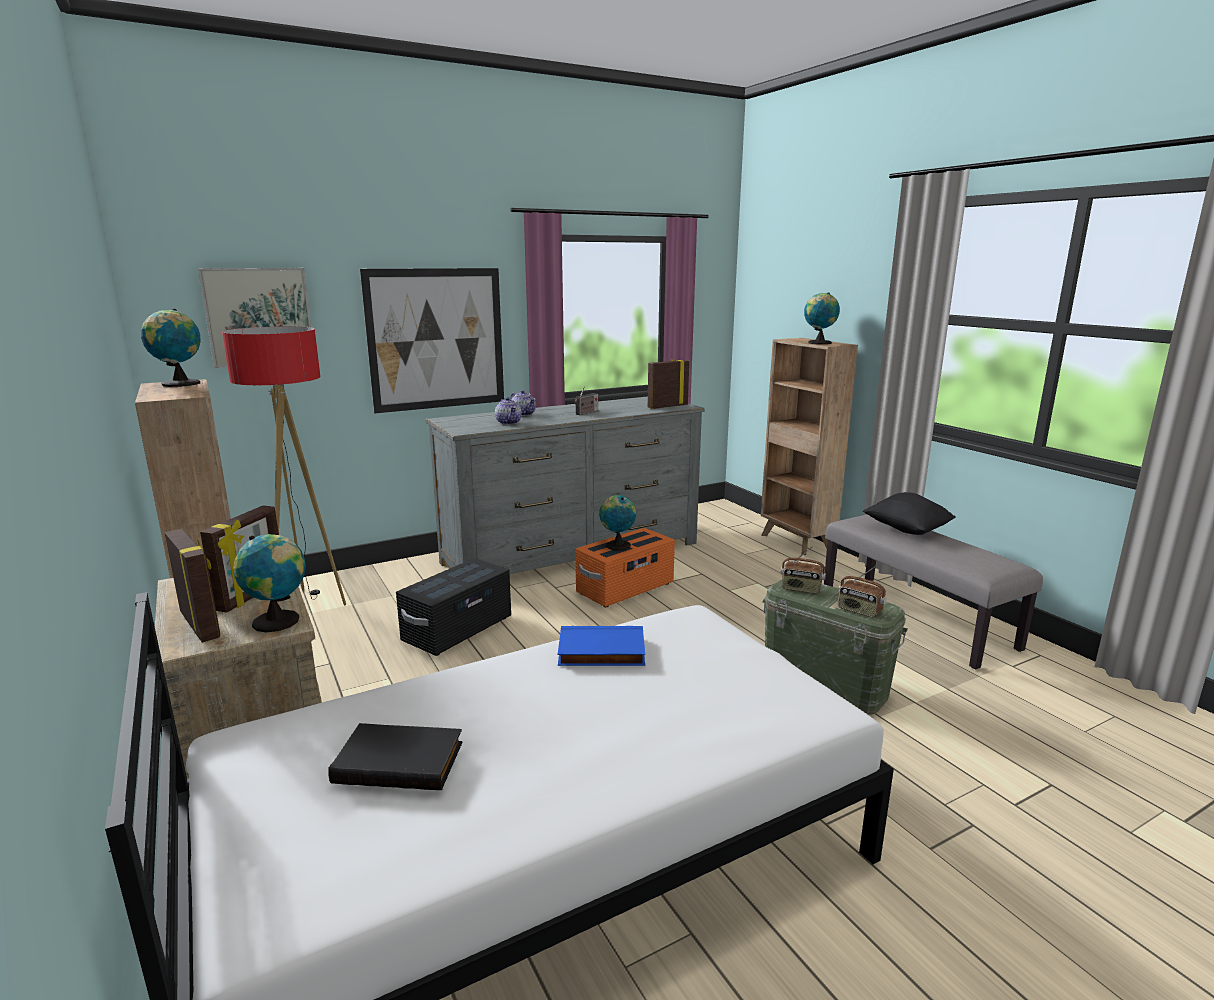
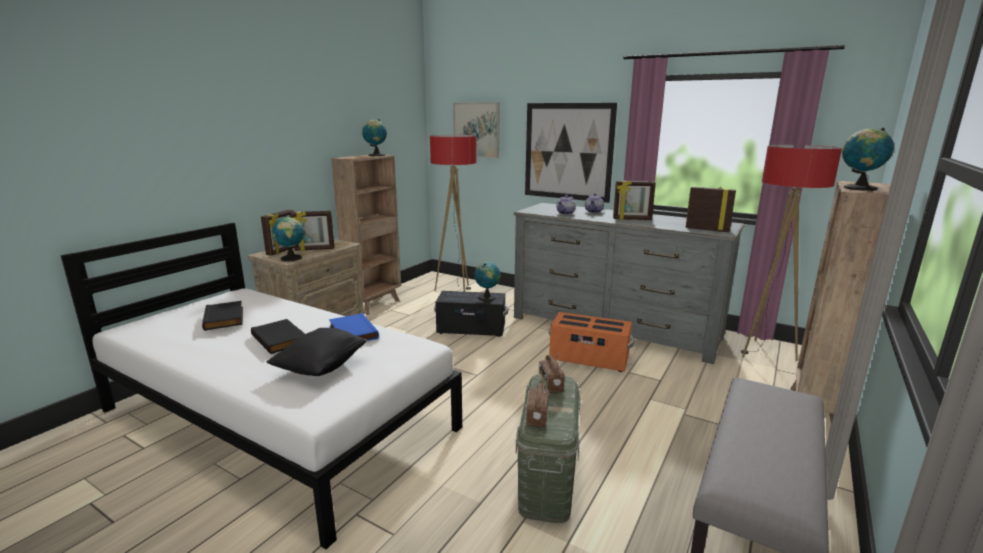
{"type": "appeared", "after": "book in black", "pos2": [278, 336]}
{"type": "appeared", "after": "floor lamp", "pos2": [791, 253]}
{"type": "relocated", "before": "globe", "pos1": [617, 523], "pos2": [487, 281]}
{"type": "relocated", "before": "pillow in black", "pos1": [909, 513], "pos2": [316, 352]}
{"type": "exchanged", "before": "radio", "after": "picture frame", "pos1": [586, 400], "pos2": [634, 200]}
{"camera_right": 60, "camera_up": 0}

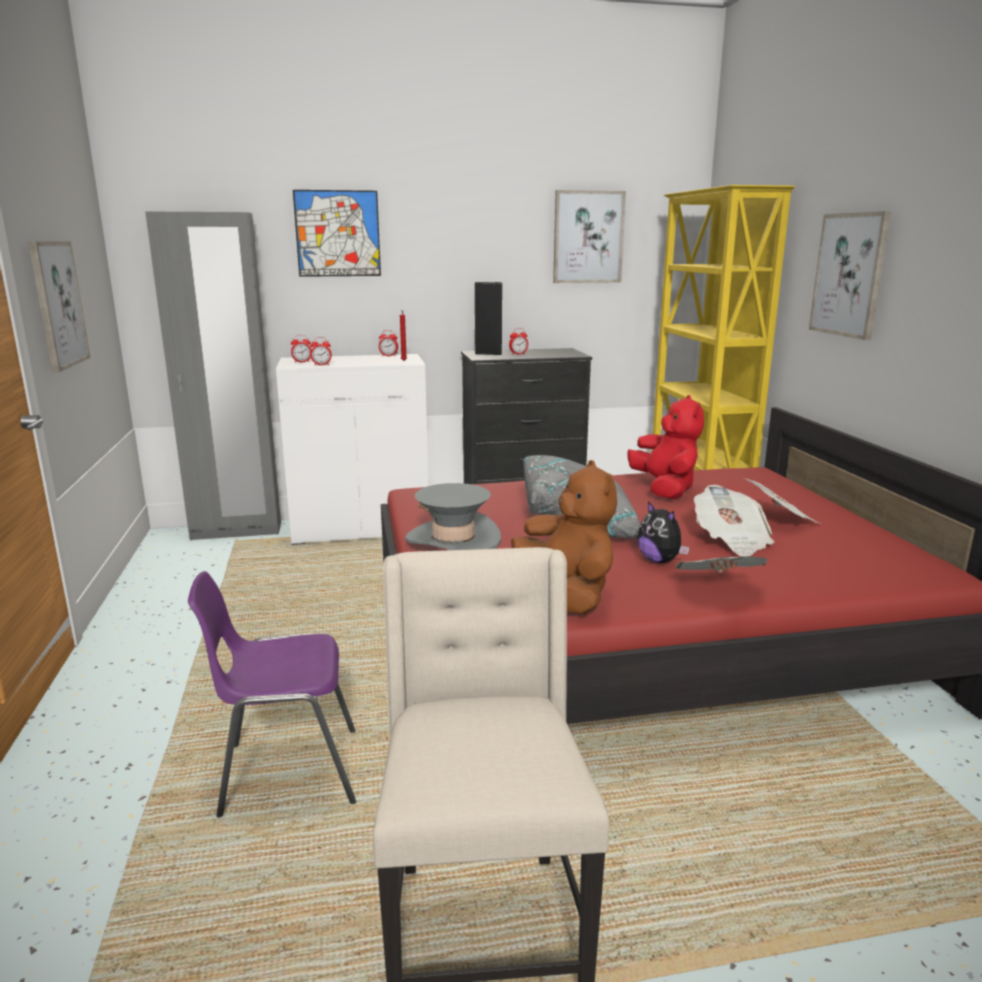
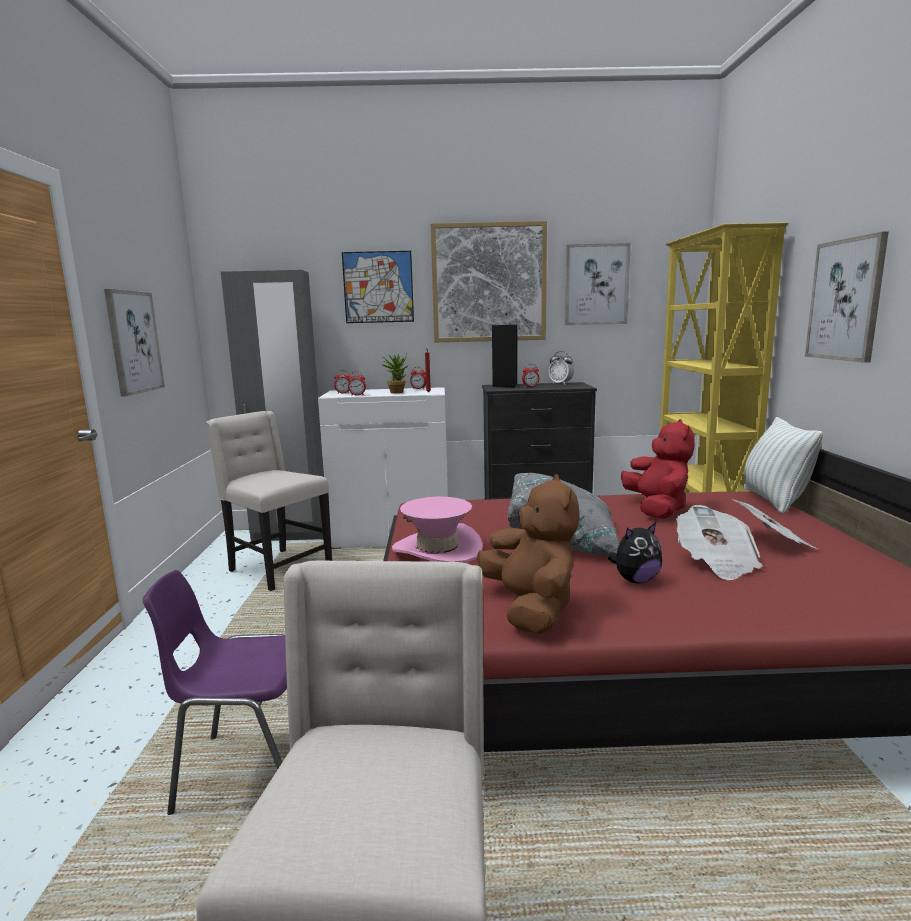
{"type": "missing", "before": "newspaper", "pos1": [721, 564]}
{"type": "appeared", "after": "chair in beige", "pos2": [269, 501]}
{"type": "appeared", "after": "potted plant", "pos2": [395, 373]}
{"type": "appeared", "after": "picture", "pos2": [489, 281]}
{"type": "appeared", "after": "alarm clock", "pos2": [561, 368]}
{"type": "appeared", "after": "pillow", "pos2": [783, 465]}
{"type": "colour", "before": "hat in grey", "after": "hat in pink", "pos1": [453, 516], "pos2": [437, 530]}
{"type": "spun", "before": "plush toy", "pos1": [663, 532], "pos2": [635, 552], "turn": -90}
{"camera_right": 10, "camera_up": -5}

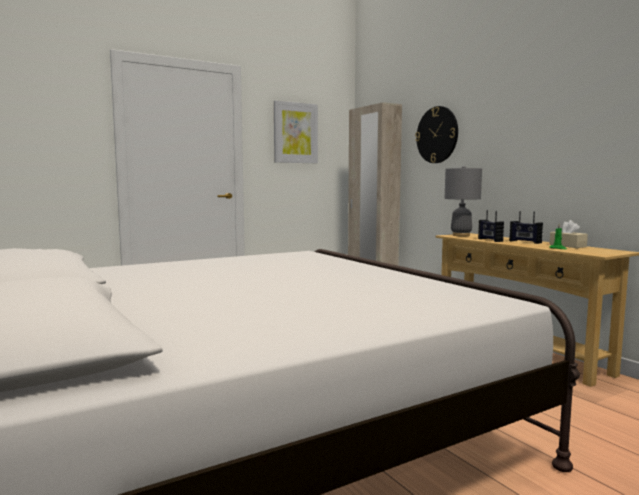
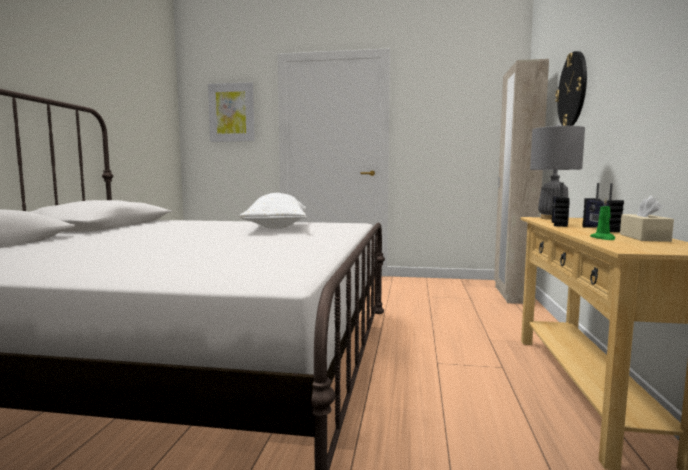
{"type": "appeared", "after": "pillow in white", "pos2": [272, 211]}
{"type": "relocated", "before": "picture", "pos1": [296, 132], "pos2": [231, 112]}
{"camera_right": 40, "camera_up": 0}

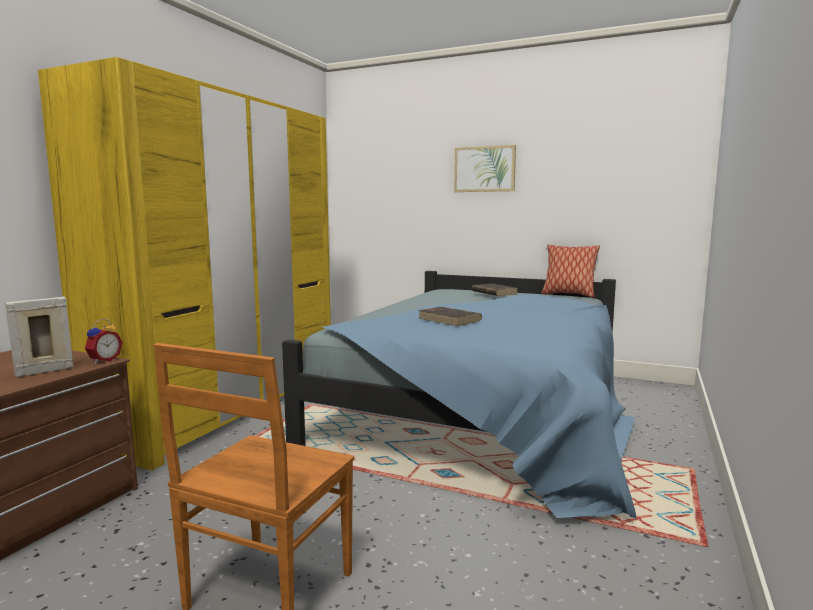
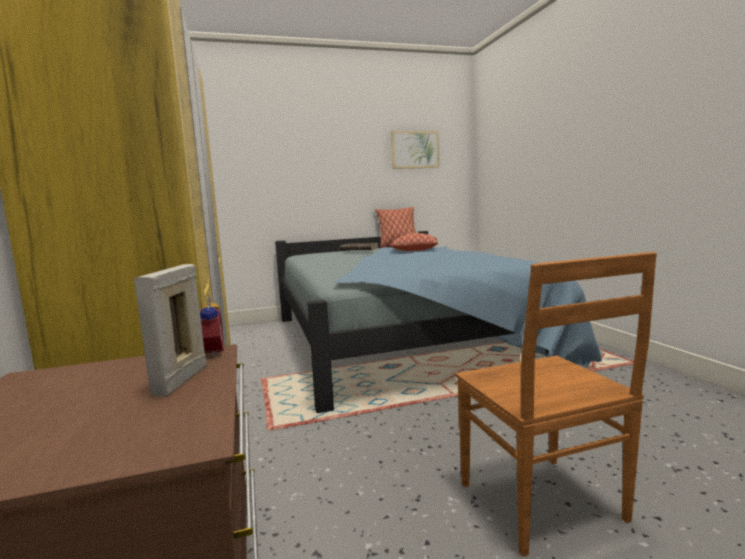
{"type": "missing", "before": "book in brown", "pos1": [450, 316]}
{"type": "appeared", "after": "pillow", "pos2": [414, 242]}
{"type": "relocated", "before": "picture", "pos1": [485, 168], "pos2": [415, 150]}
{"camera_right": -40, "camera_up": 0}

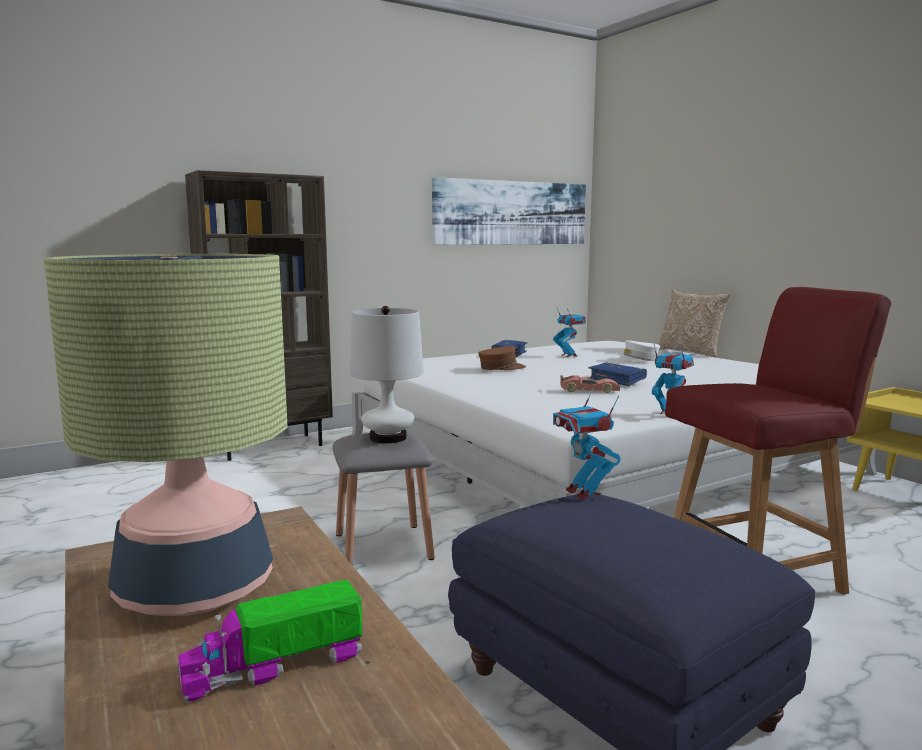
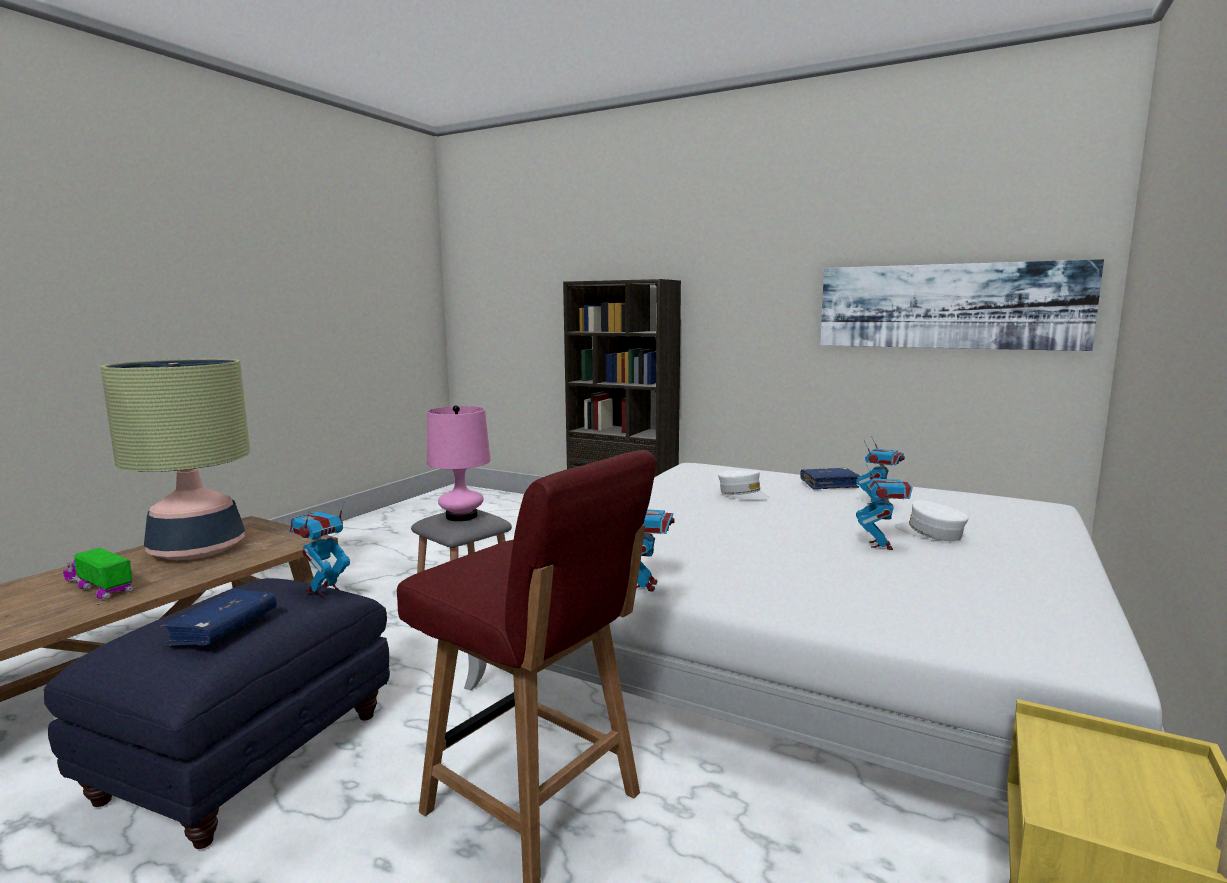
{"type": "missing", "before": "toy car", "pos1": [590, 384]}
{"type": "missing", "before": "pillow", "pos1": [694, 323]}
{"type": "appeared", "after": "toy robot", "pos2": [884, 507]}
{"type": "relocated", "before": "book in blue", "pos1": [618, 374], "pos2": [218, 617]}
{"type": "colour", "before": "table lamp in white", "after": "table lamp in pink", "pos1": [387, 374], "pos2": [458, 463]}
{"type": "colour", "before": "cap in brown", "after": "cap in white", "pos1": [502, 358], "pos2": [744, 485]}
{"camera_right": 60, "camera_up": 0}

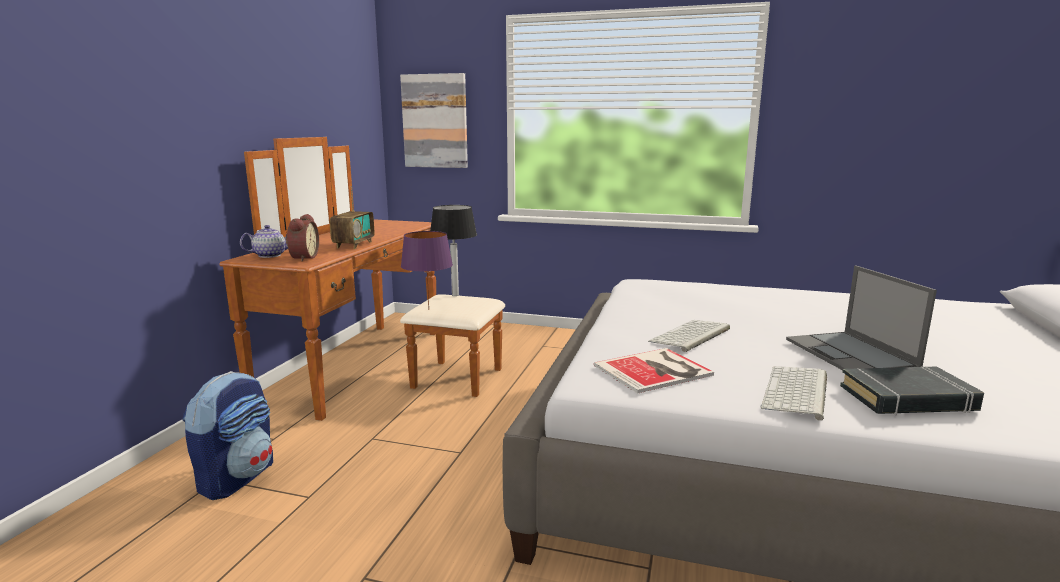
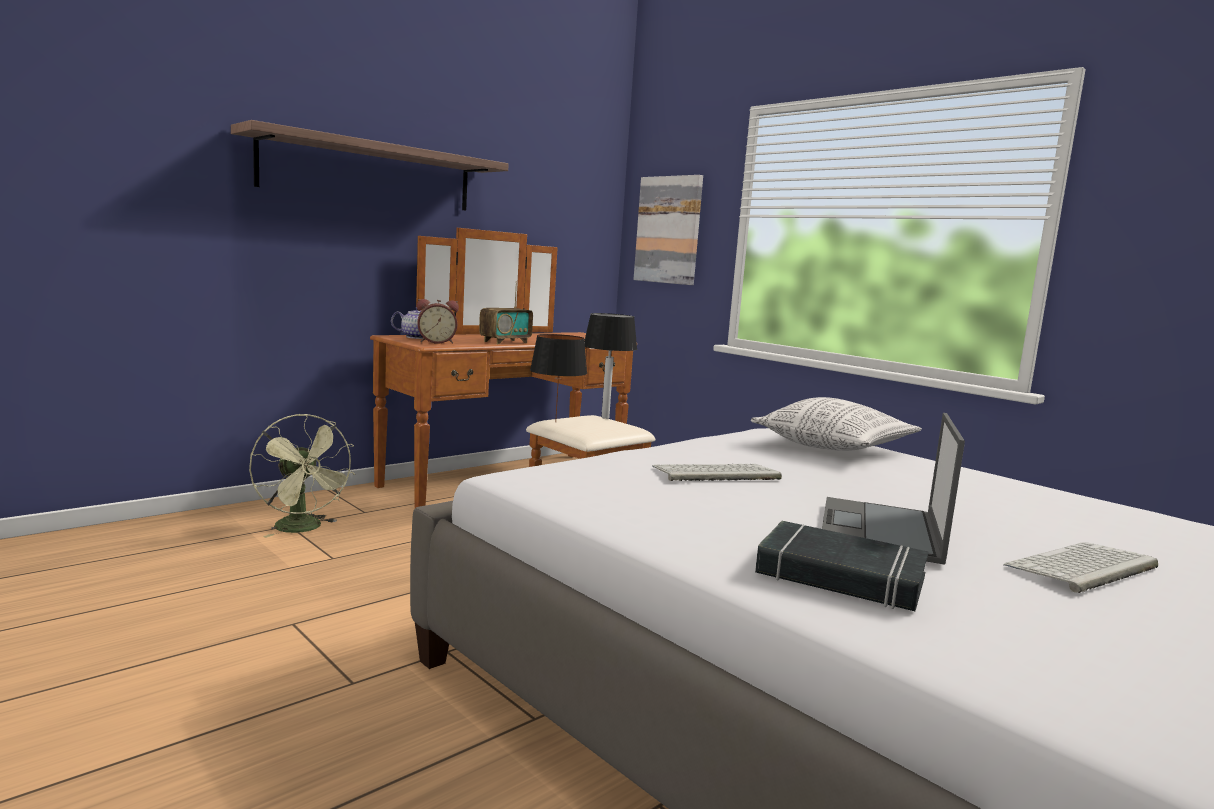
{"type": "missing", "before": "book", "pos1": [654, 371]}
{"type": "appeared", "after": "shelf", "pos2": [370, 165]}
{"type": "appeared", "after": "pillow", "pos2": [836, 424]}
{"type": "relocated", "before": "keyboard", "pos1": [794, 393], "pos2": [1081, 567]}
{"type": "exchanged", "before": "backpack", "after": "fan in green", "pos1": [227, 435], "pos2": [302, 476]}
{"type": "colour", "before": "table lamp in purple", "after": "table lamp in black", "pos1": [427, 269], "pos2": [558, 378]}
{"type": "spun", "before": "alarm clock", "pos1": [302, 237], "pos2": [438, 321], "turn": 45}
{"camera_right": 30, "camera_up": -5}

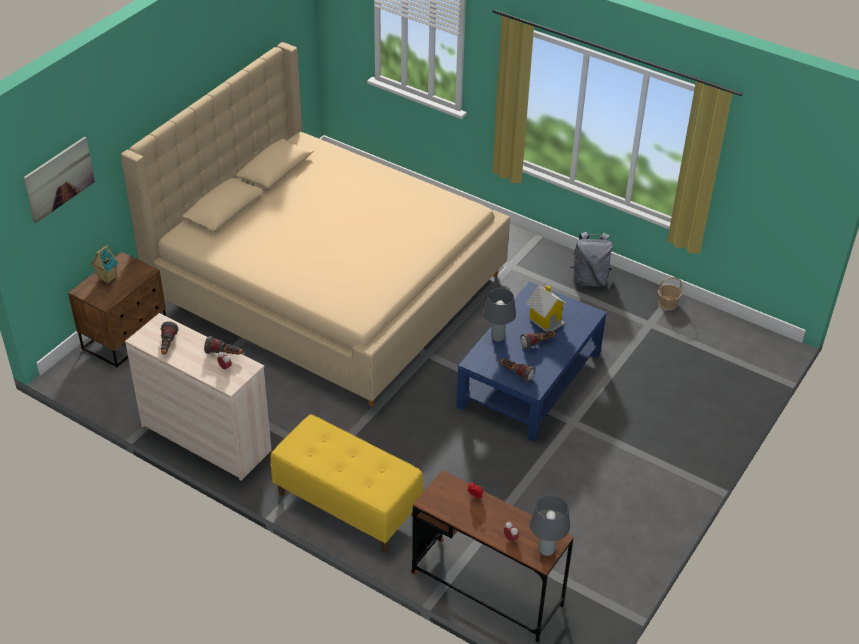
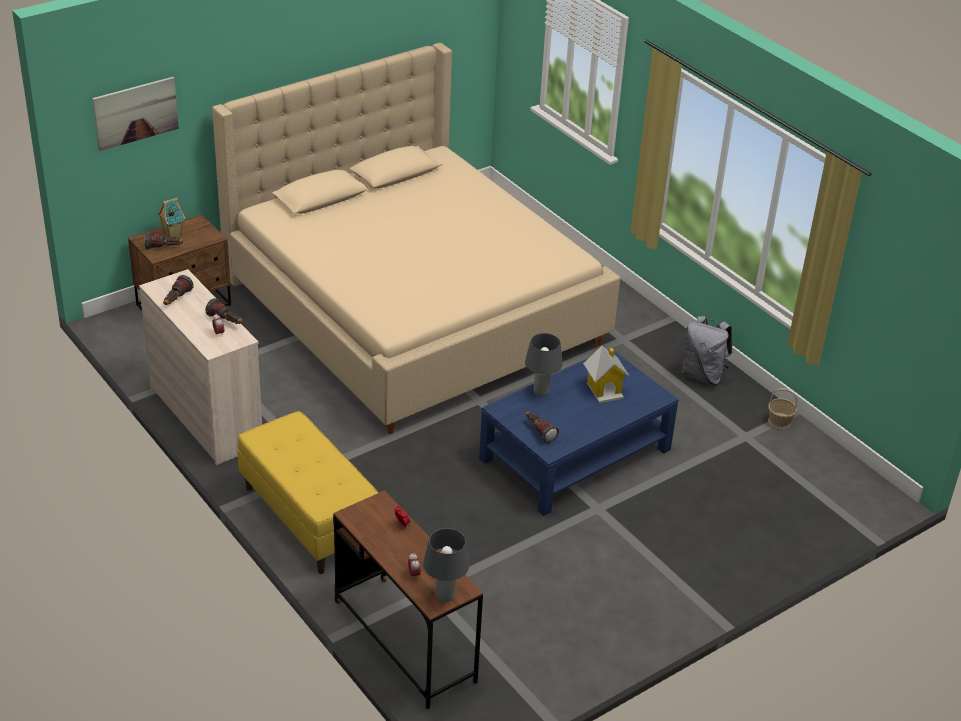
{"type": "relocated", "before": "flashlight", "pos1": [537, 340], "pos2": [163, 241]}
{"camera_right": 20, "camera_up": -5}

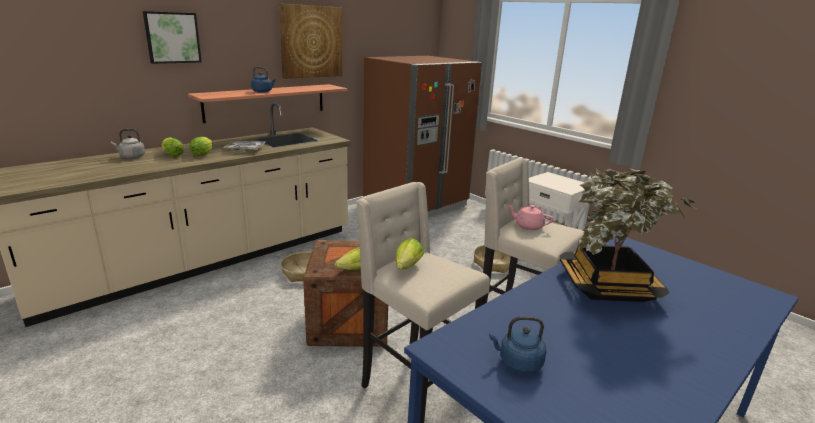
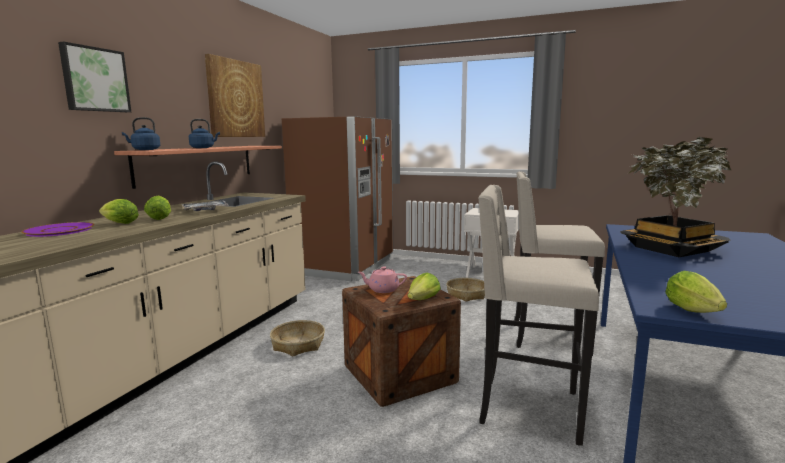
{"type": "relocated", "before": "lettuce", "pos1": [409, 253], "pos2": [696, 292]}
{"type": "relocated", "before": "kettle in blue", "pos1": [517, 344], "pos2": [141, 133]}
{"type": "relocated", "before": "teapot in pink", "pos1": [530, 217], "pos2": [382, 280]}
{"type": "exchanged", "before": "kettle in grey", "after": "plate in purple", "pos1": [128, 143], "pos2": [58, 229]}
{"camera_right": -25, "camera_up": -10}

